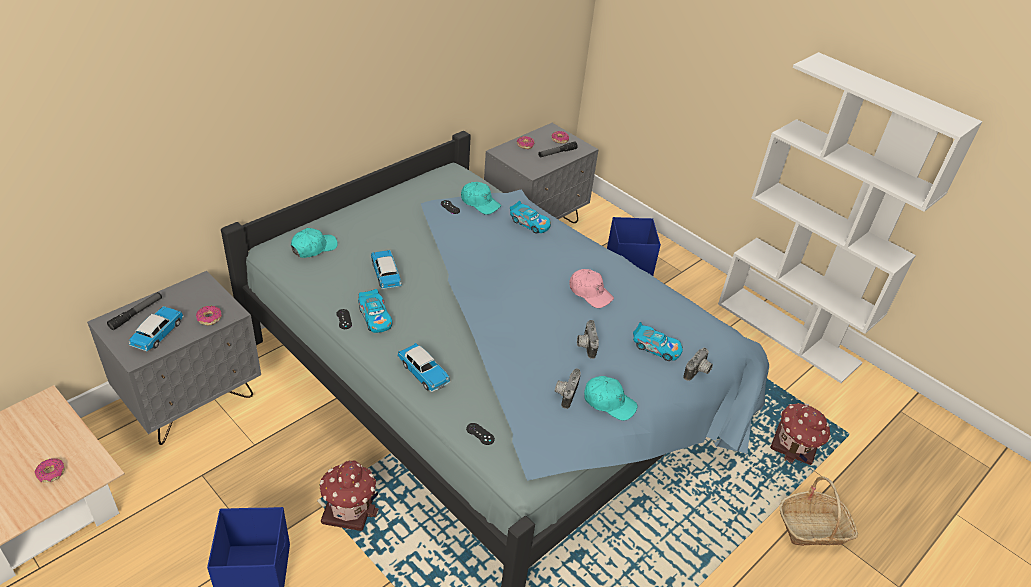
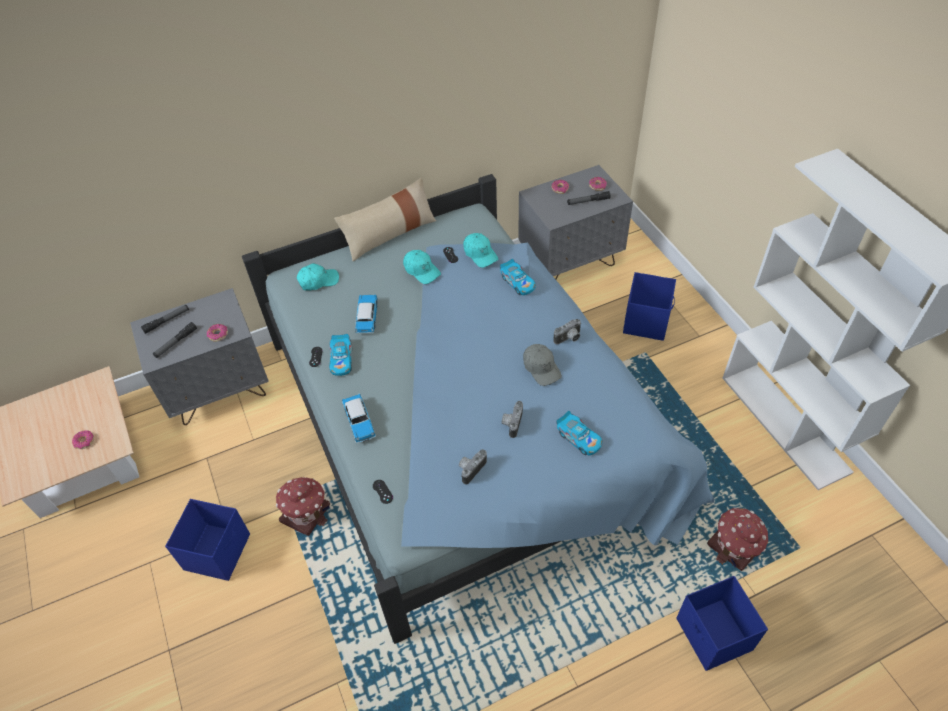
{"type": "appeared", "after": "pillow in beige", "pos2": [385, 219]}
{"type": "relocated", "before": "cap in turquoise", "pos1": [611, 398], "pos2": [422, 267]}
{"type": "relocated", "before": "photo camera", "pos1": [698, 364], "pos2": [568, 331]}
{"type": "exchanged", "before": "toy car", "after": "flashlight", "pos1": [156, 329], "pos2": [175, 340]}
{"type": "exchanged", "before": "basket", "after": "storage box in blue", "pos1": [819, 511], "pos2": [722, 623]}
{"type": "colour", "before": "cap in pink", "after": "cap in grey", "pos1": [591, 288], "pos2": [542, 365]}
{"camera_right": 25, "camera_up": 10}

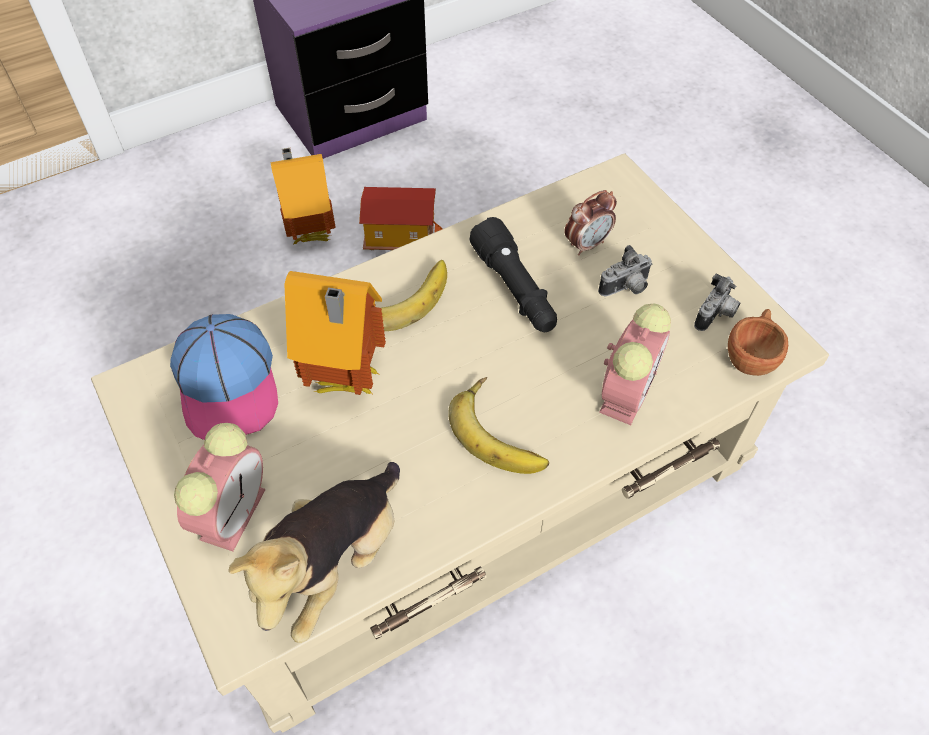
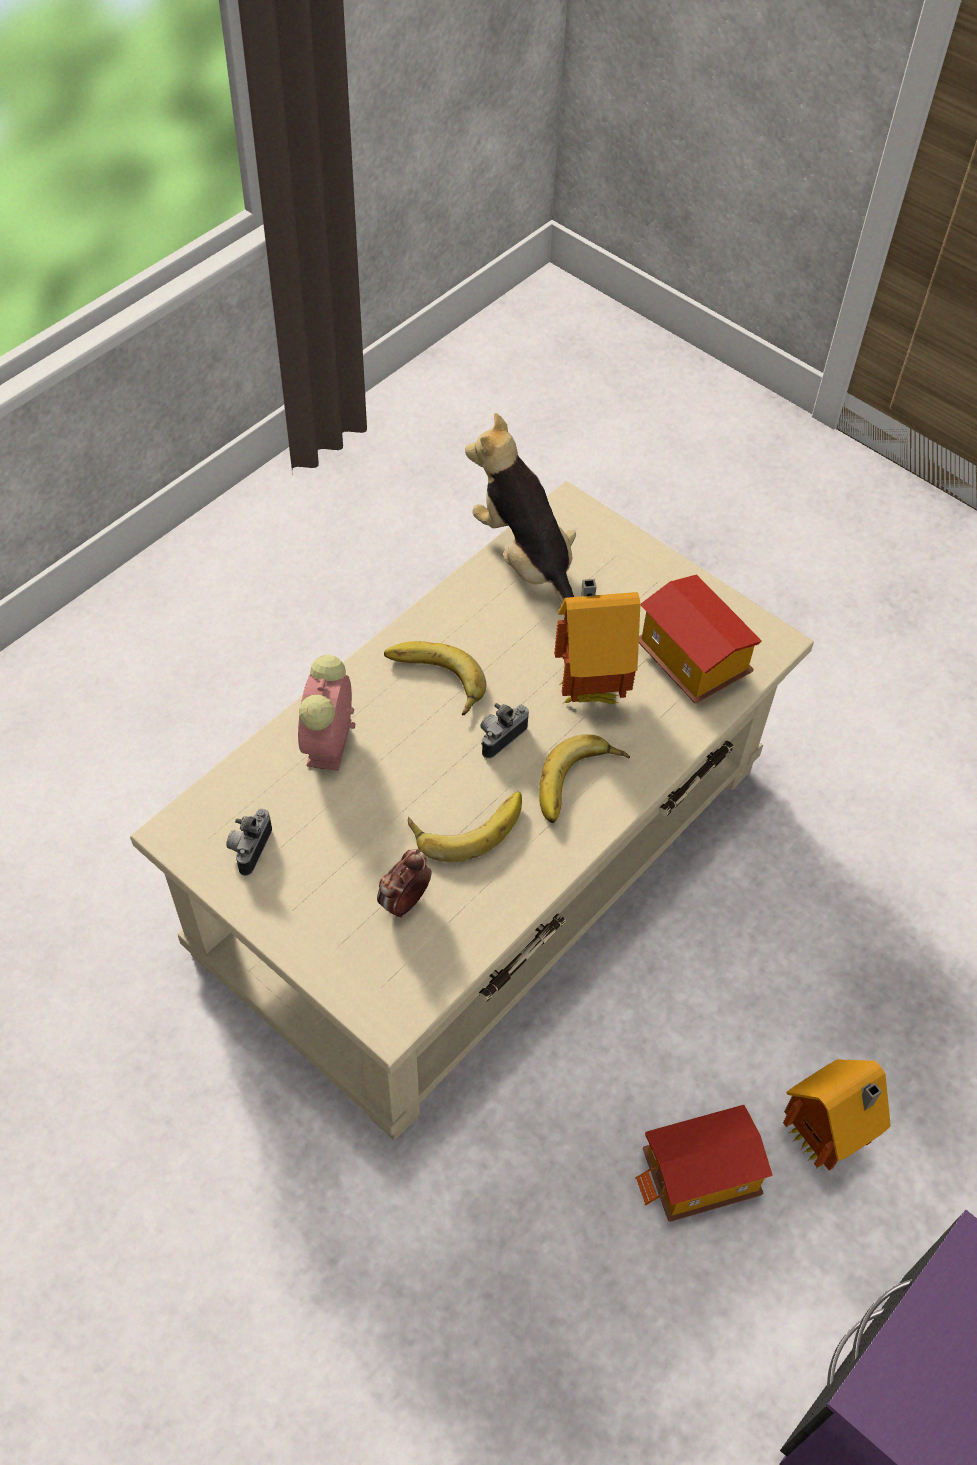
{"type": "missing", "before": "alarm clock", "pos1": [220, 487]}
{"type": "missing", "before": "cup in brown", "pos1": [758, 342]}
{"type": "relocated", "before": "photo camera", "pos1": [625, 270], "pos2": [504, 731]}
{"type": "exchanged", "before": "cap", "after": "toy house", "pos1": [224, 377], "pos2": [700, 639]}
{"type": "exchanged", "before": "flashlight in black", "after": "banana", "pos1": [513, 274], "pos2": [465, 827]}
{"type": "spun", "before": "plush toy", "pos1": [314, 552], "pos2": [520, 508], "turn": -45}
{"camera_right": 160, "camera_up": 0}

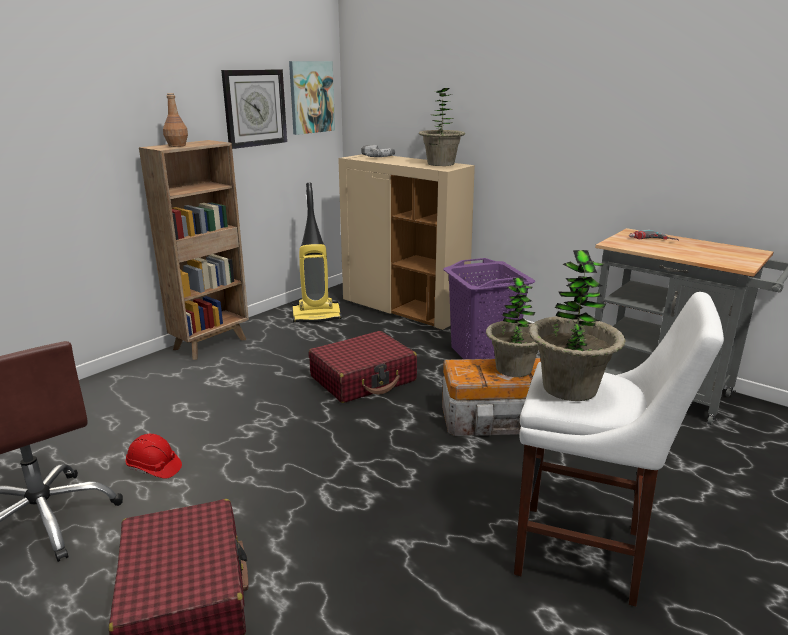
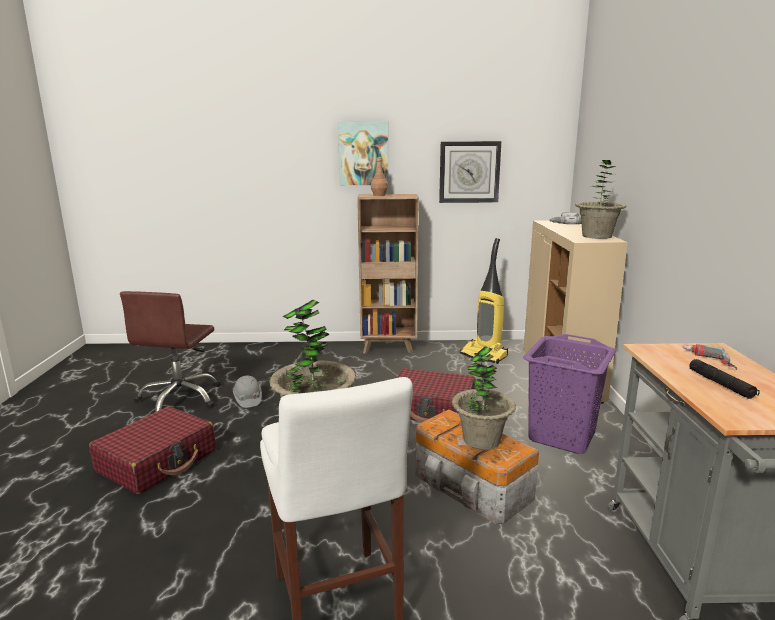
{"type": "appeared", "after": "flashlight in black", "pos2": [724, 379]}
{"type": "relocated", "before": "picture", "pos1": [312, 98], "pos2": [363, 153]}
{"type": "colour", "before": "hard hat in red", "after": "hard hat in grey", "pos1": [153, 456], "pos2": [247, 391]}
{"camera_right": 50, "camera_up": -5}

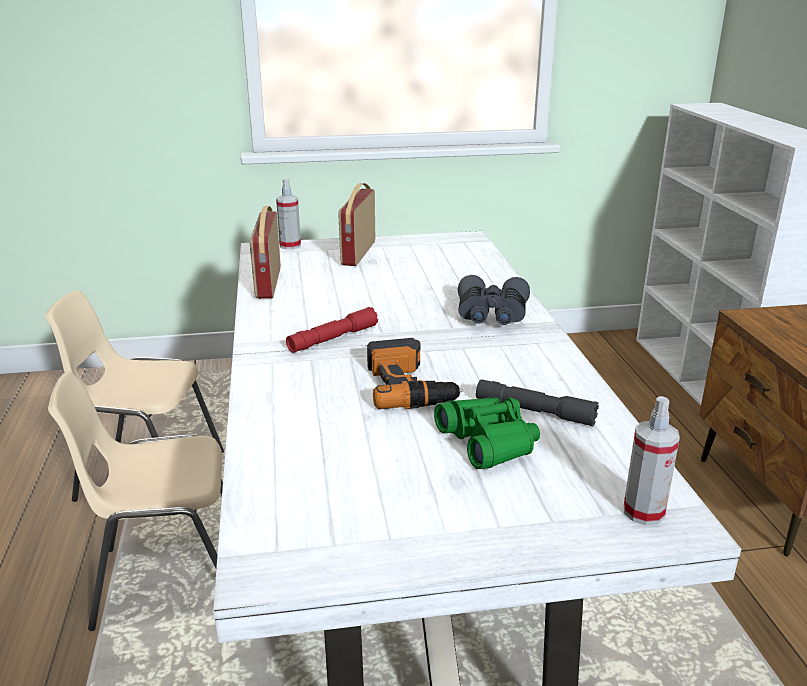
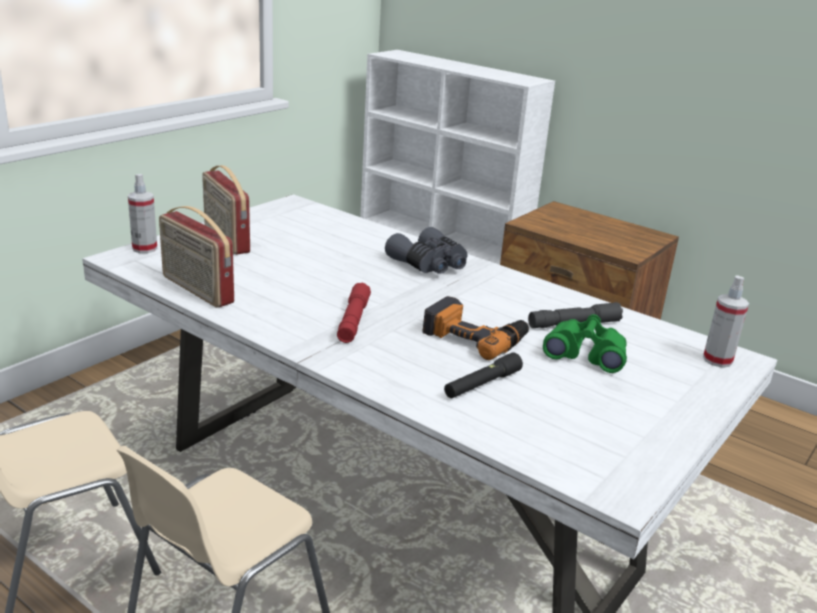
{"type": "appeared", "after": "flashlight in black", "pos2": [483, 375]}
{"camera_right": -45, "camera_up": 0}

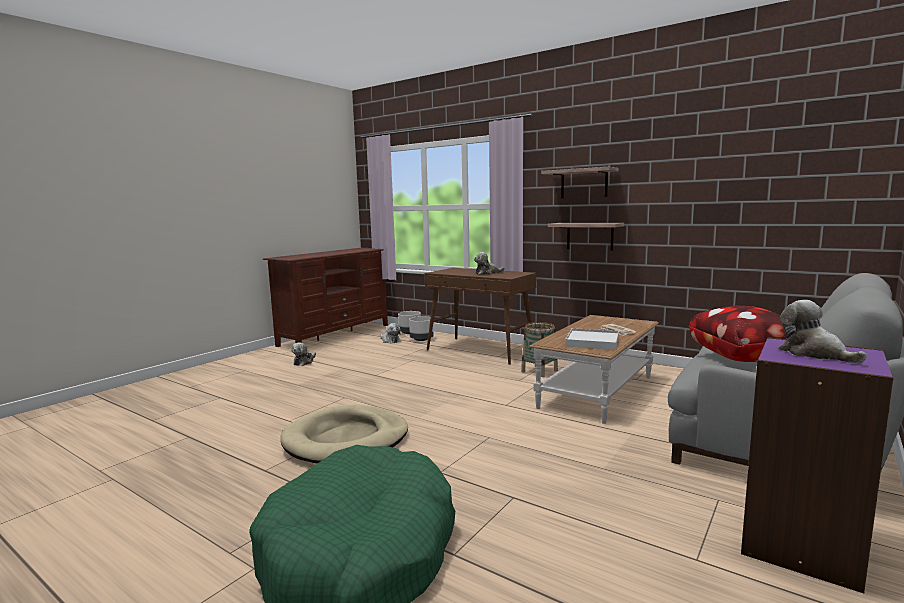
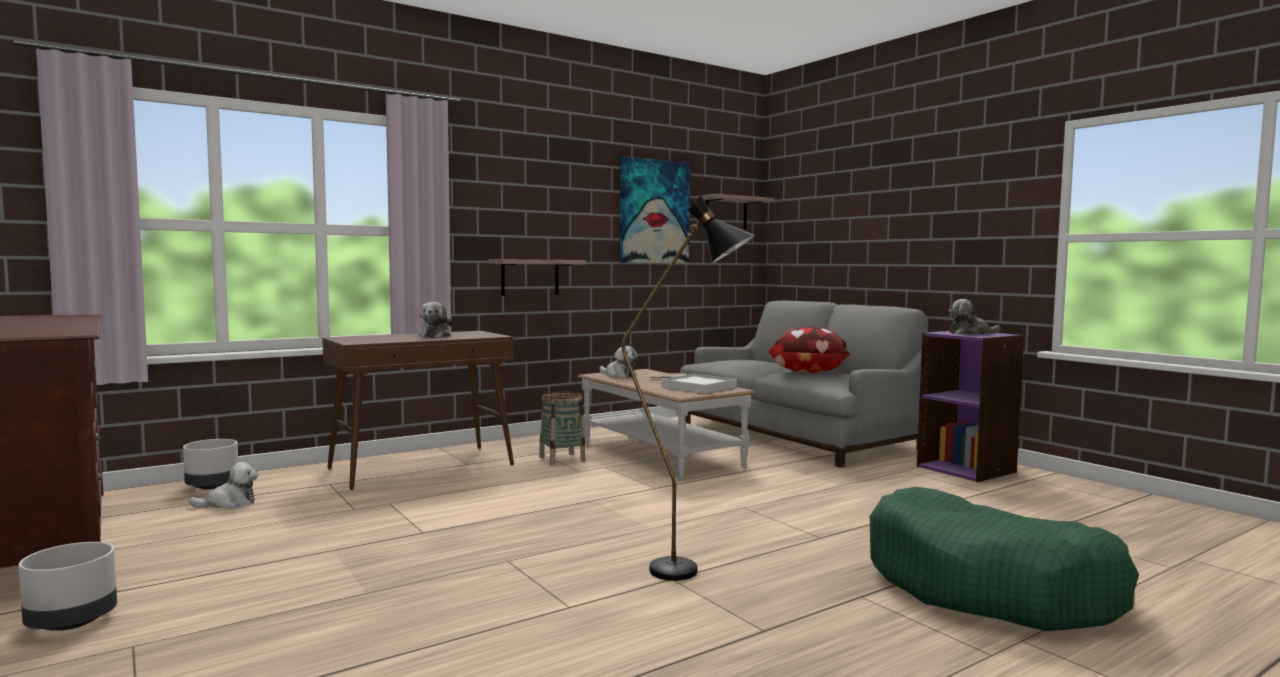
{"type": "appeared", "after": "picture", "pos2": [655, 209]}
{"type": "relocated", "before": "plush toy", "pos1": [303, 354], "pos2": [618, 362]}
{"type": "relocated", "before": "planter in grey", "pos1": [421, 328], "pos2": [67, 586]}
{"type": "relocated", "before": "shelf", "pos1": [580, 182], "pos2": [736, 211]}
{"type": "exchanged", "before": "dog bed in beige", "after": "floor lamp in black", "pos1": [344, 433], "pos2": [688, 388]}
{"camera_right": -70, "camera_up": -5}

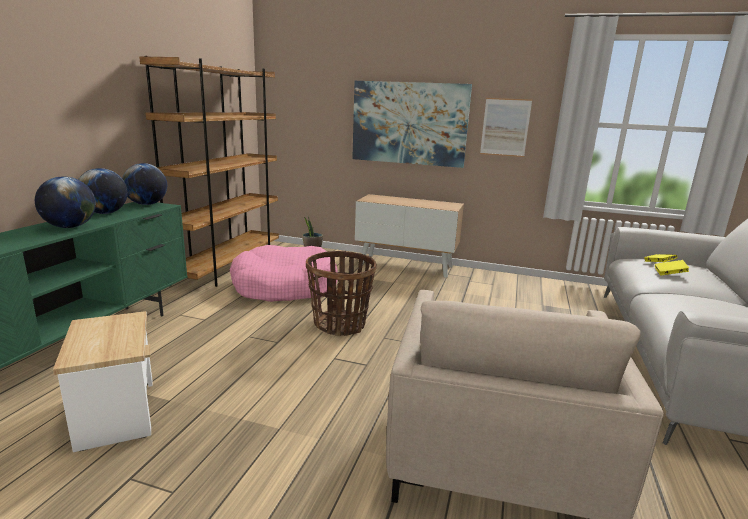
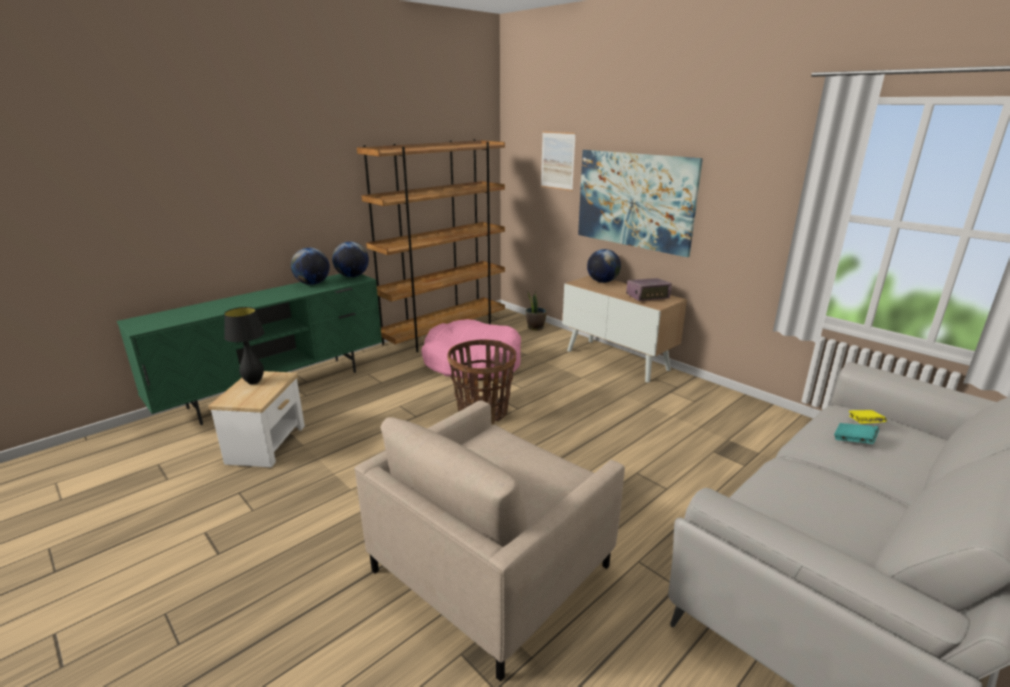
{"type": "appeared", "after": "table lamp in black", "pos2": [244, 345]}
{"type": "appeared", "after": "radio", "pos2": [649, 289]}
{"type": "relocated", "before": "globe", "pos1": [65, 202], "pos2": [604, 266]}
{"type": "relocated", "before": "picture", "pos1": [506, 127], "pos2": [558, 161]}
{"type": "colour", "before": "book in yellow", "after": "book in turquoise", "pos1": [672, 267], "pos2": [856, 433]}
{"camera_right": 30, "camera_up": 5}

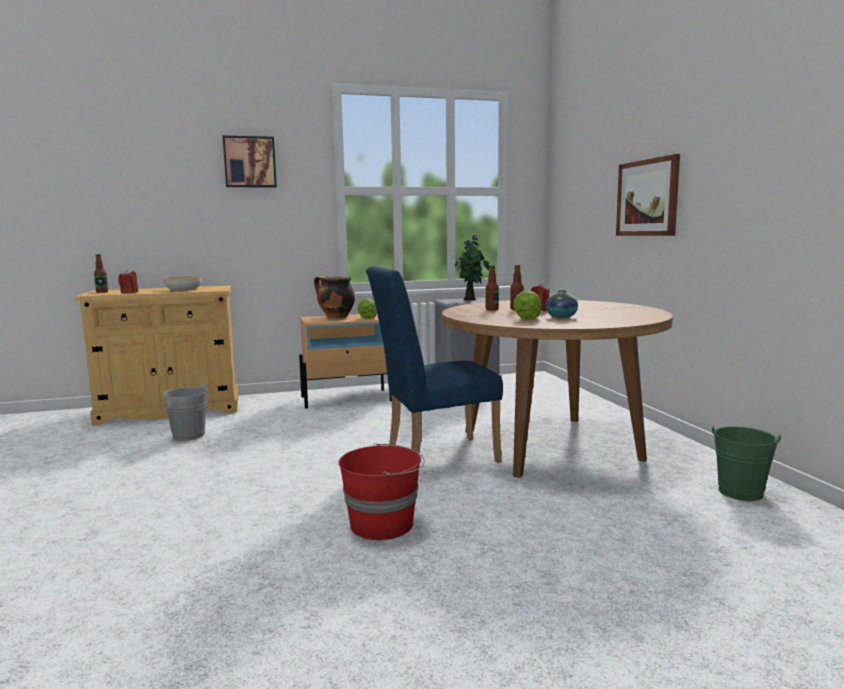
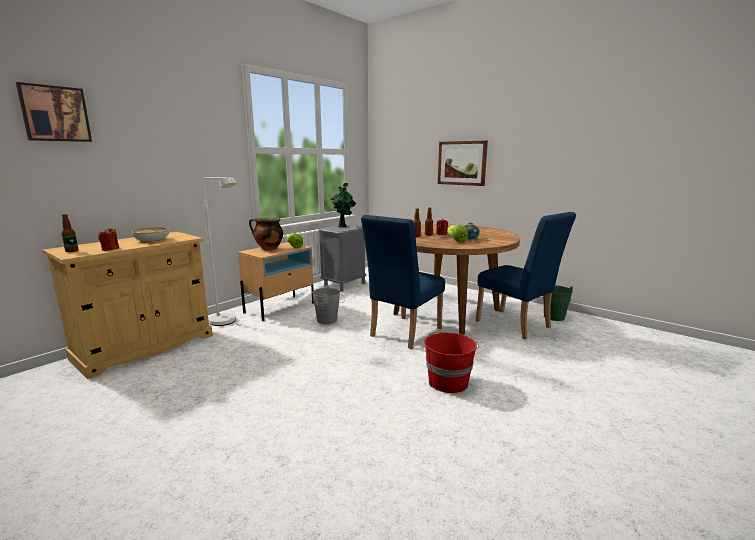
{"type": "appeared", "after": "floor lamp in white", "pos2": [219, 251]}
{"type": "appeared", "after": "chair in blue", "pos2": [526, 275]}
{"type": "relocated", "before": "bucket in grey", "pos1": [188, 412], "pos2": [327, 304]}
{"type": "relocated", "before": "picture", "pos1": [250, 162], "pos2": [54, 112]}
{"camera_right": -35, "camera_up": 5}

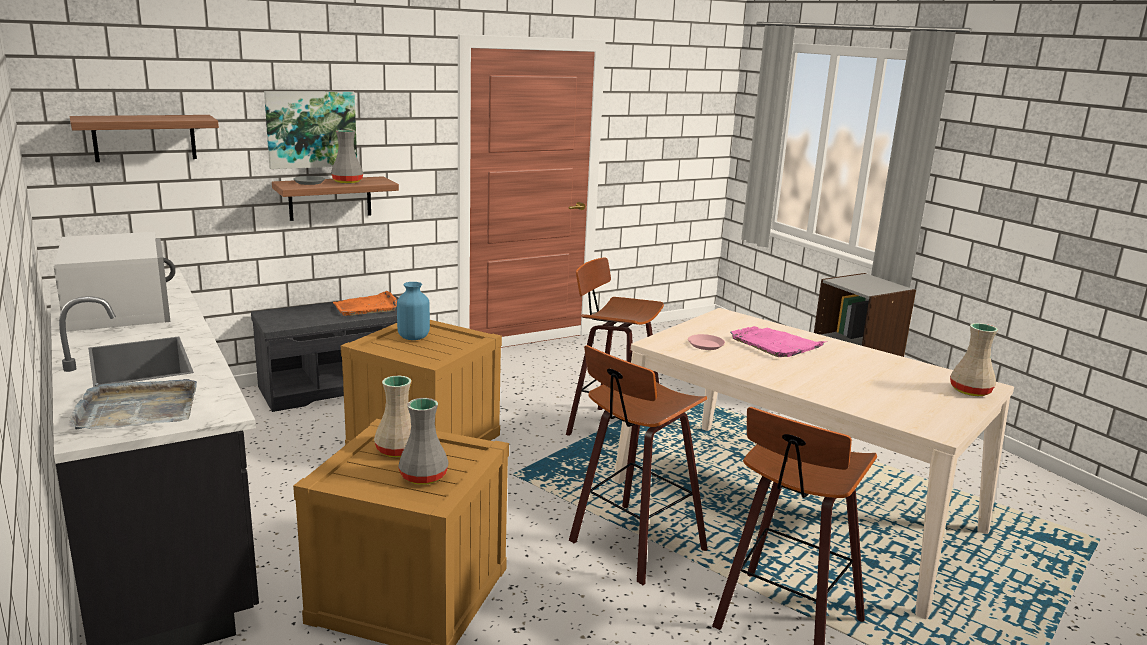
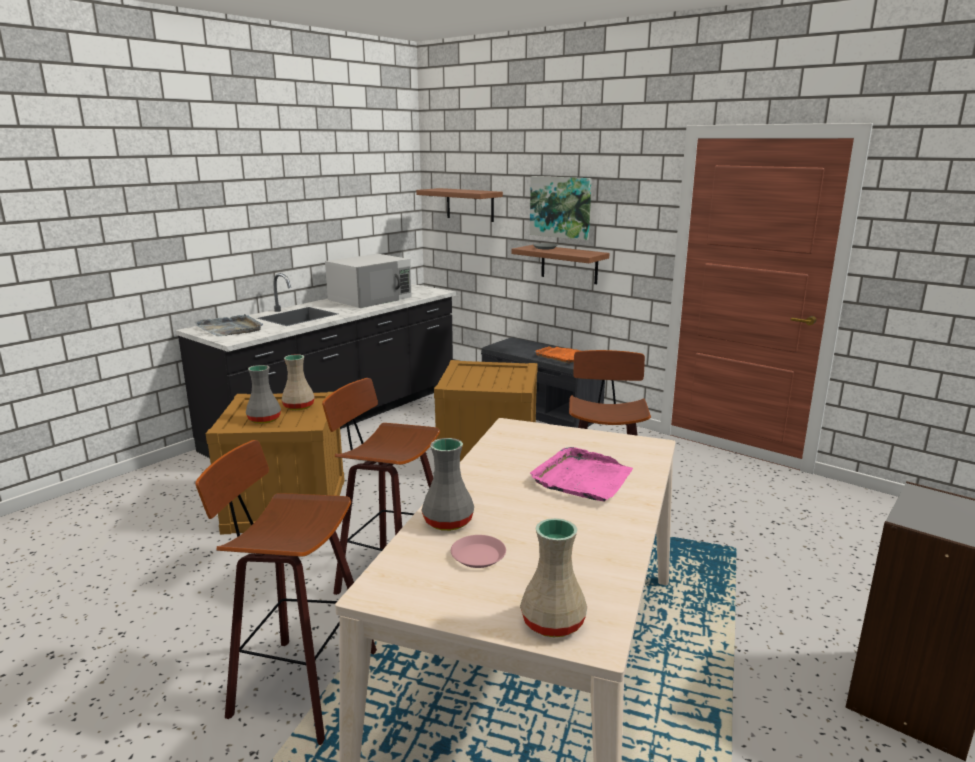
{"type": "missing", "before": "vase in blue", "pos1": [413, 311]}
{"type": "relocated", "before": "vase in grey", "pos1": [347, 157], "pos2": [447, 484]}
{"type": "relocated", "before": "plate in pink", "pos1": [706, 342], "pos2": [478, 551]}
{"camera_right": 70, "camera_up": 0}

